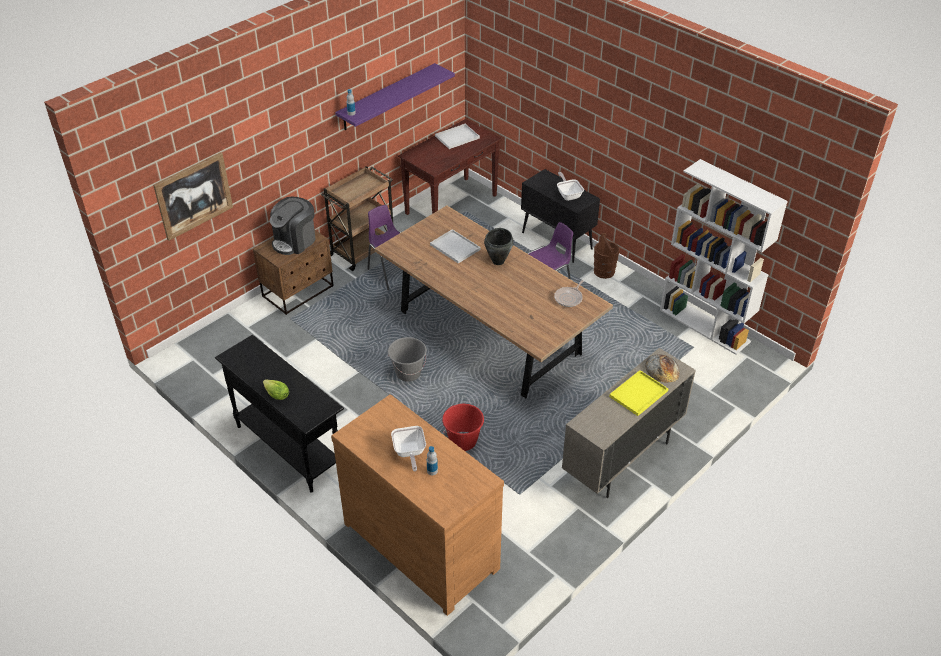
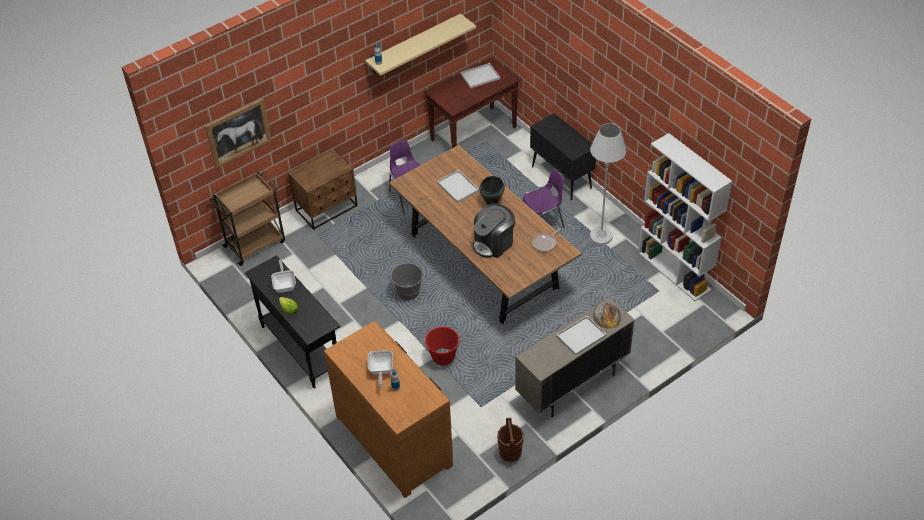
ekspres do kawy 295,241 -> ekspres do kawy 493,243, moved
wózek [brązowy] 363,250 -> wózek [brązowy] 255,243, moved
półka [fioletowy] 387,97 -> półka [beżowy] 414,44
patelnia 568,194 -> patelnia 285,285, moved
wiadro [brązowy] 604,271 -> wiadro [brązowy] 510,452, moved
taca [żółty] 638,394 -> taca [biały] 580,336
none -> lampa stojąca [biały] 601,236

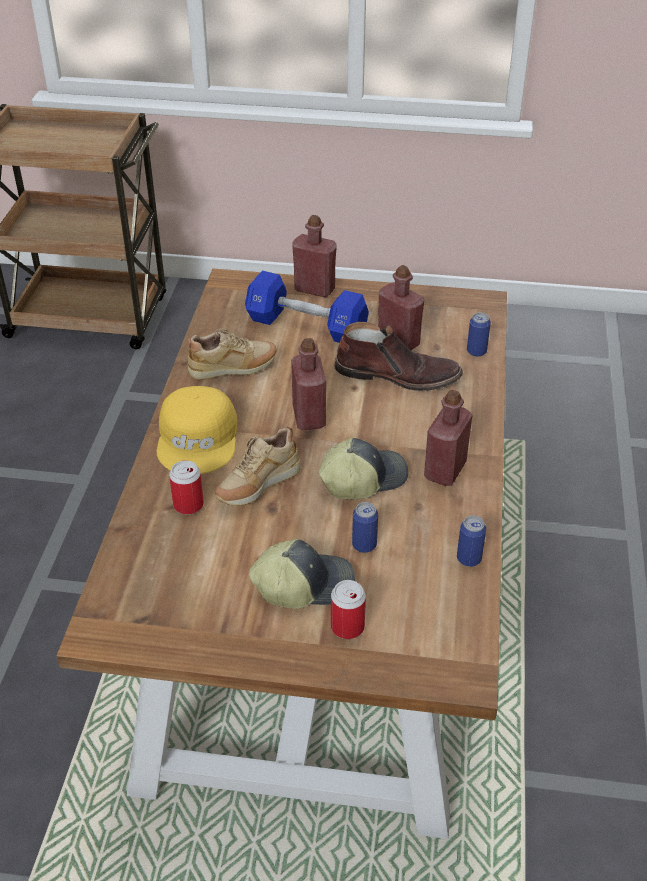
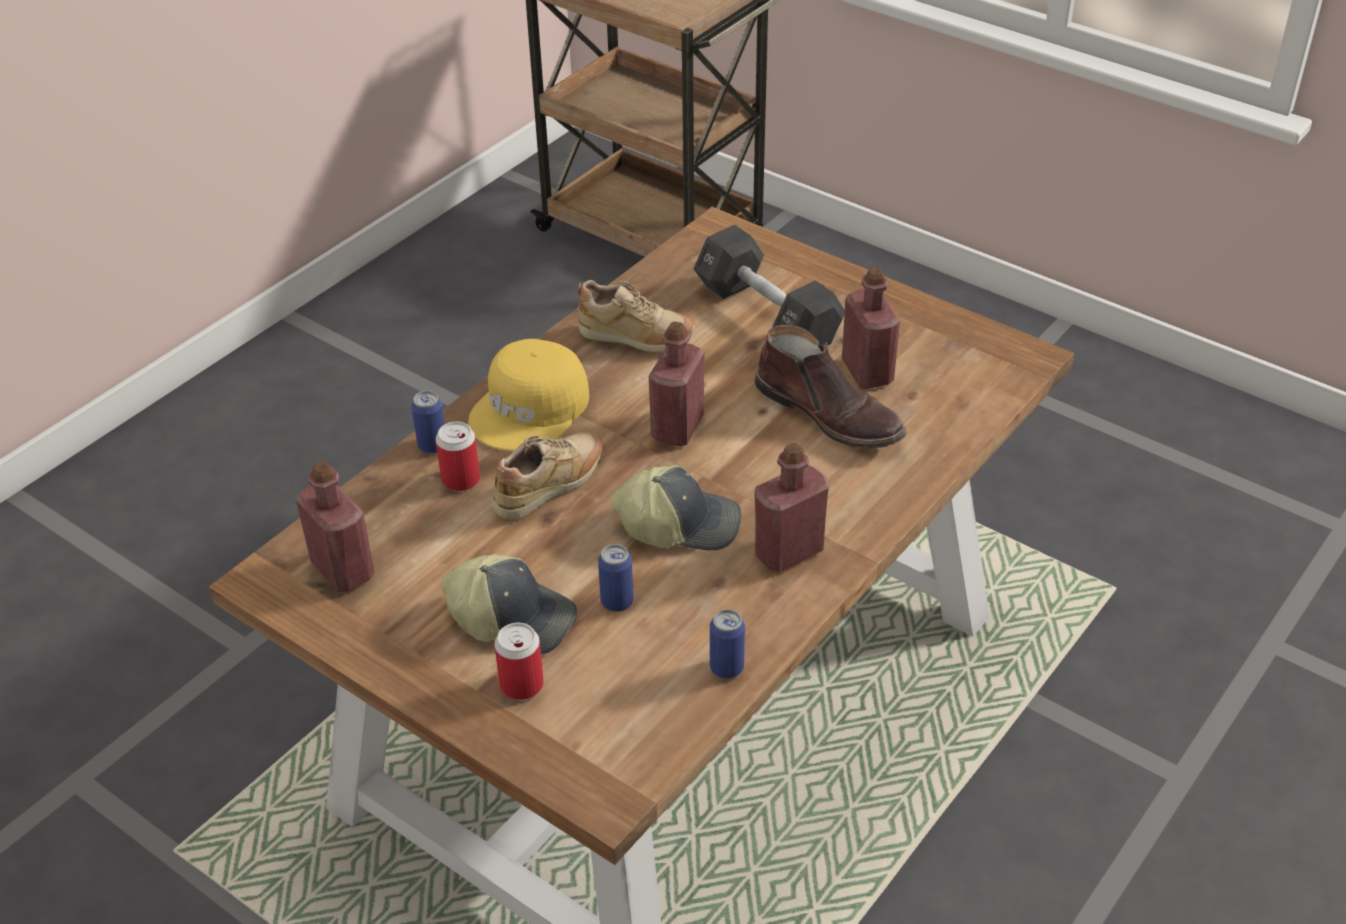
but [beżowy] 257,487 -> but [beżowy] 551,488, 150 degrees clockwise
hantel [niebieski] 306,326 -> hantel [czarny] 767,315
butelka [czerwony] 314,289 -> butelka [czerwony] 343,570, moved
puszka 476,351 -> puszka 432,445, moved

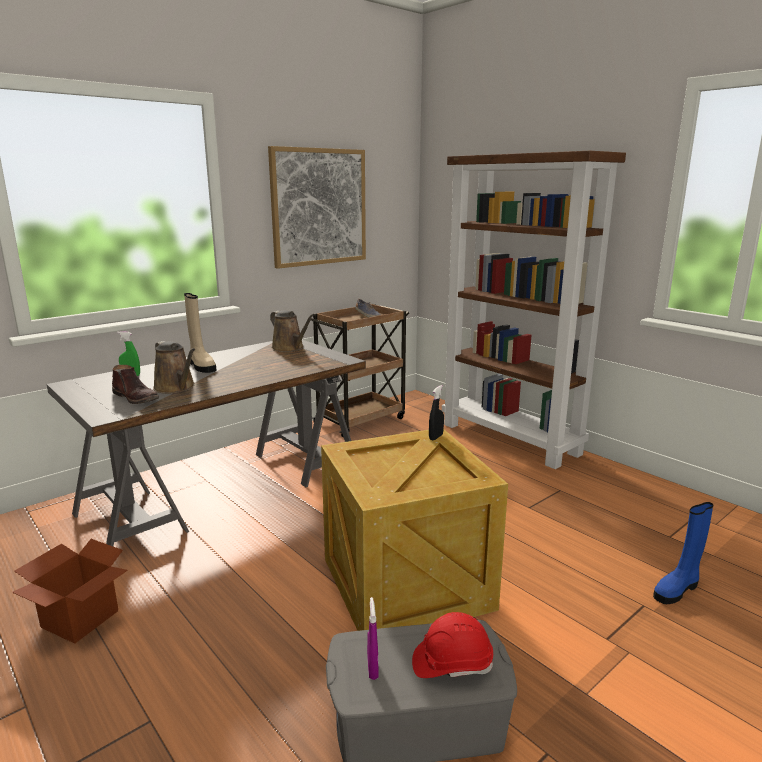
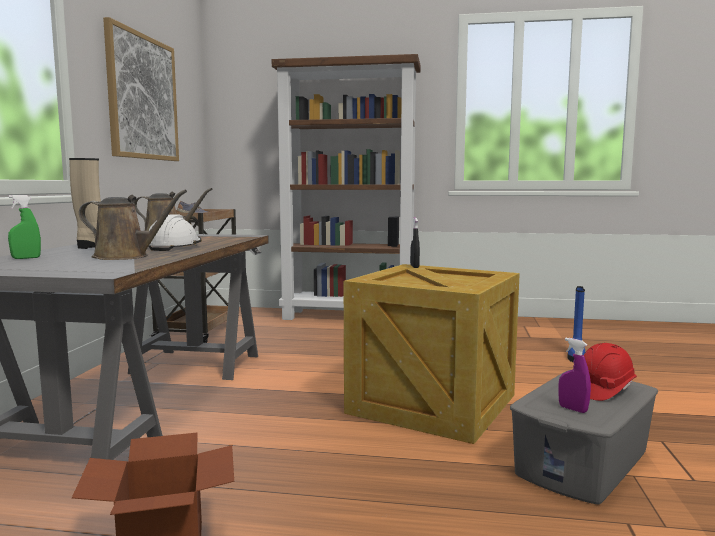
but z cholewką [brązowy] 136,398 -> none
none -> kask [biały] 174,247

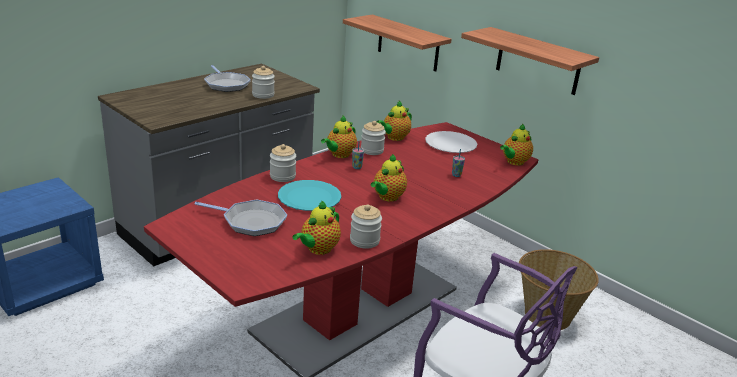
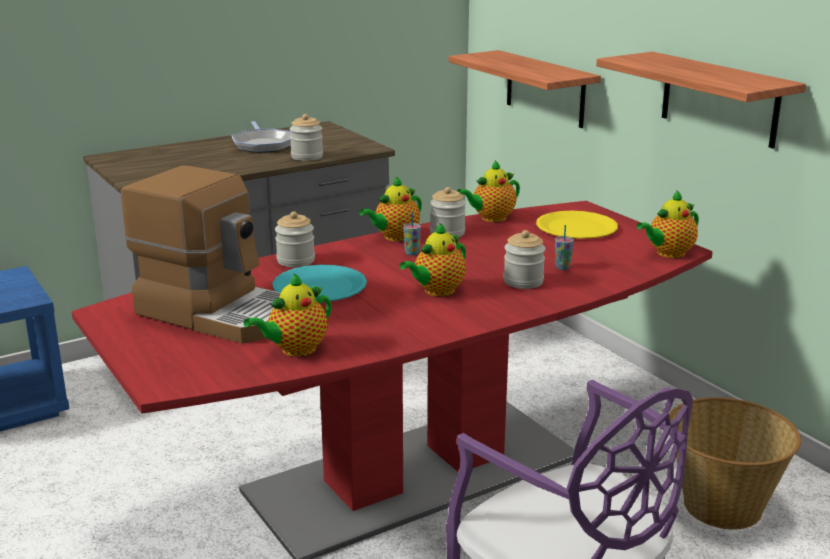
patelnia 251,222 -> ekspres do kawy 219,312
słoik 364,241 -> słoik 523,281, moved
talerz [biały] 451,144 -> talerz [żółty] 576,228

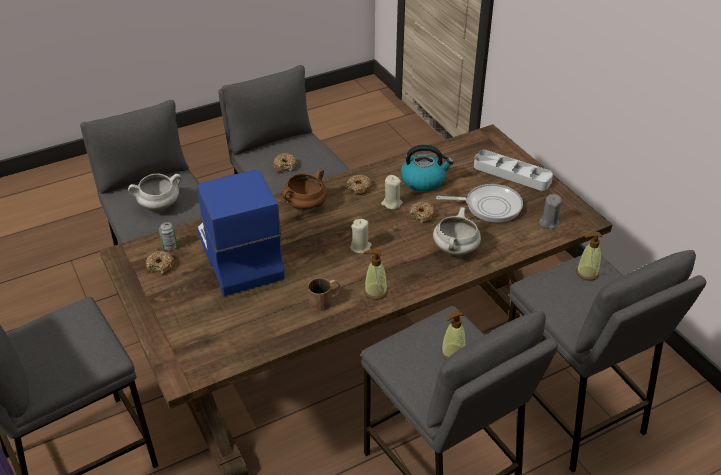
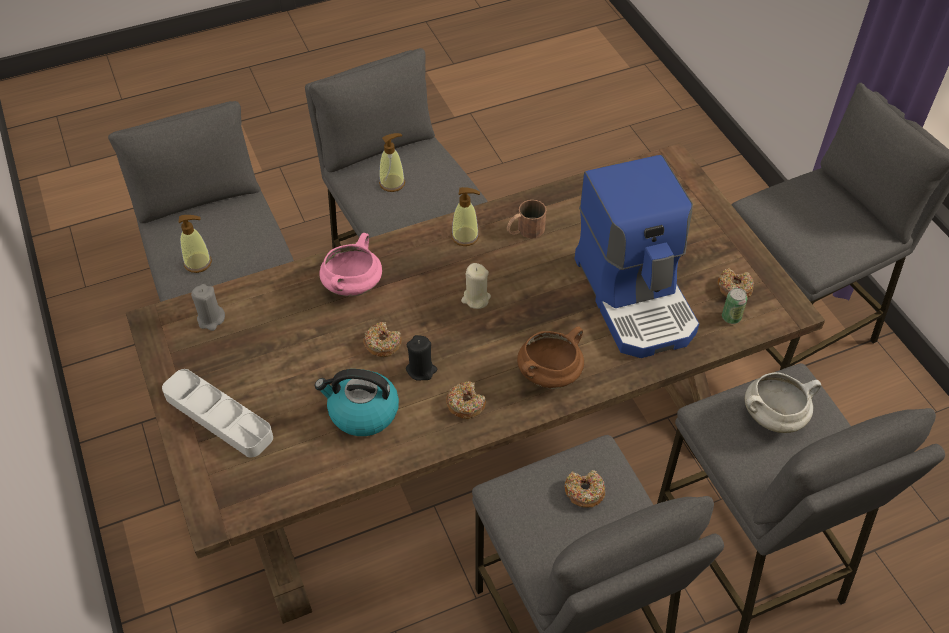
świeca [beżowy] 391,203 -> świeca [czarny] 421,370
garnek [biały] 456,250 -> garnek [różowy] 352,285
patelnia 489,206 -> none

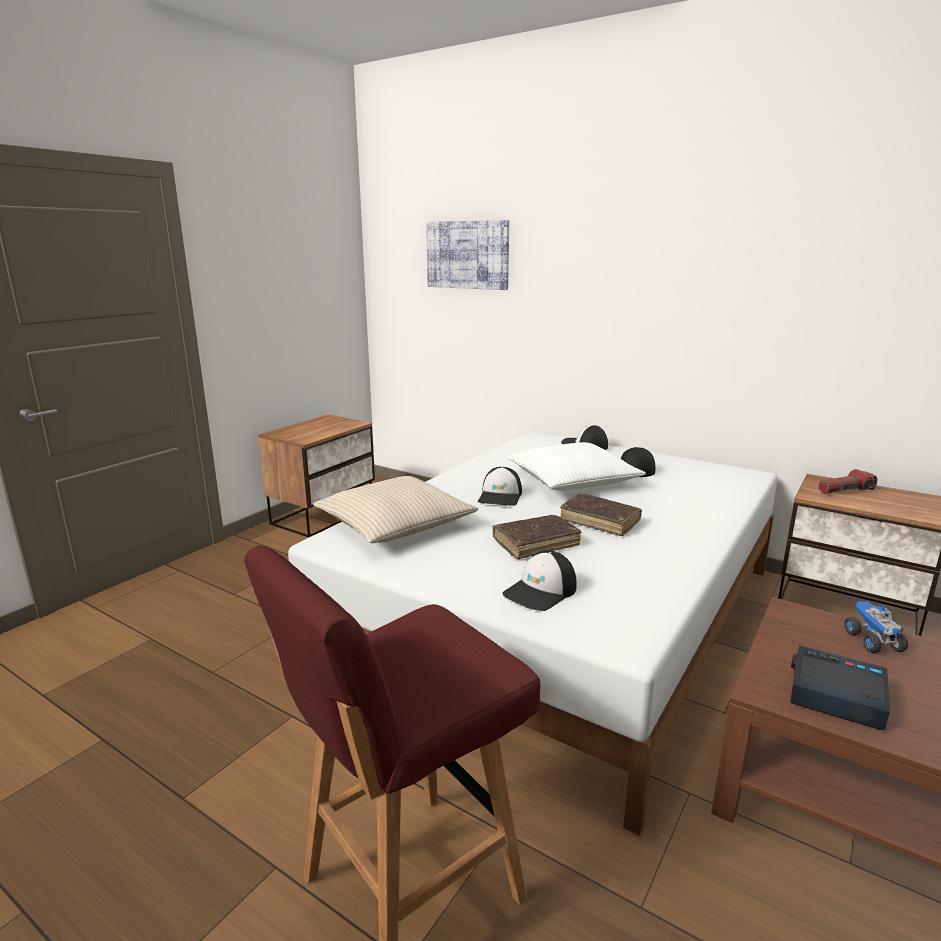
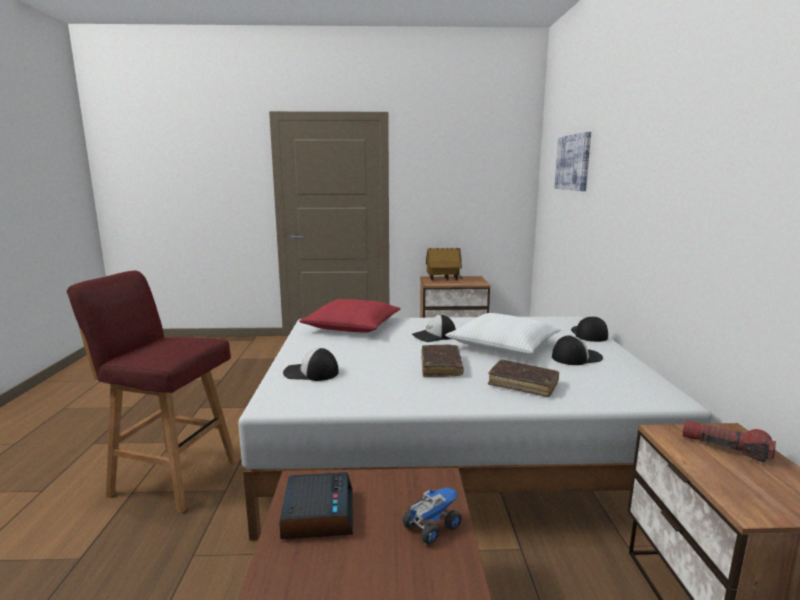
poduszka [beżowy] 394,524 -> poduszka [czerwony] 352,326
książka [brązowy] 536,543 -> książka [brązowy] 523,384, moved
none -> domek 443,279

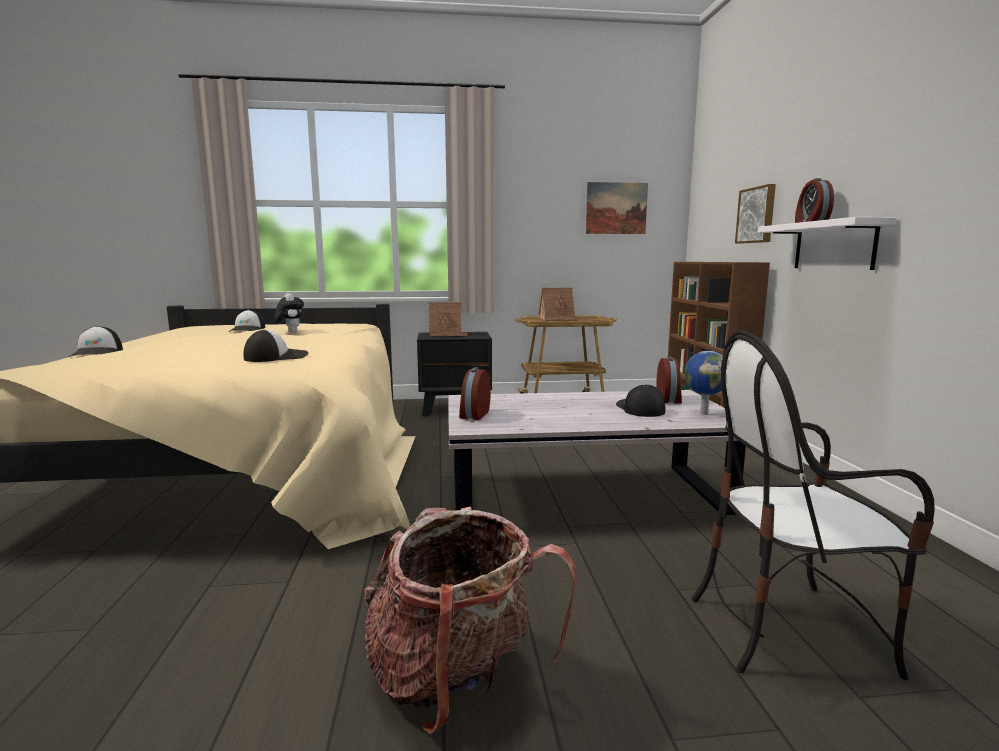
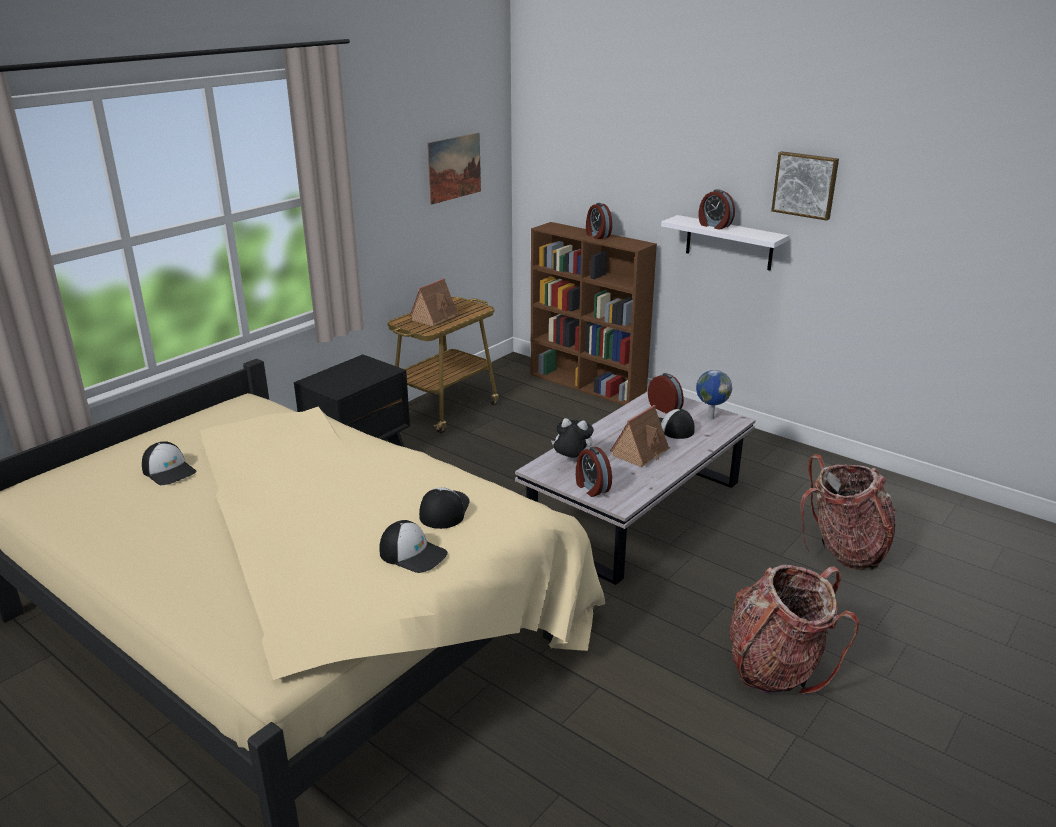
czapka z daszkiem 97,353 -> czapka z daszkiem 413,554, moved
pluszak 290,332 -> pluszak 571,461, moved
domek 448,334 -> domek 640,452, moved
krzesło 788,629 -> plecak 844,550
obraz 757,215 -> obraz 805,185, moved
none -> budzik 597,235

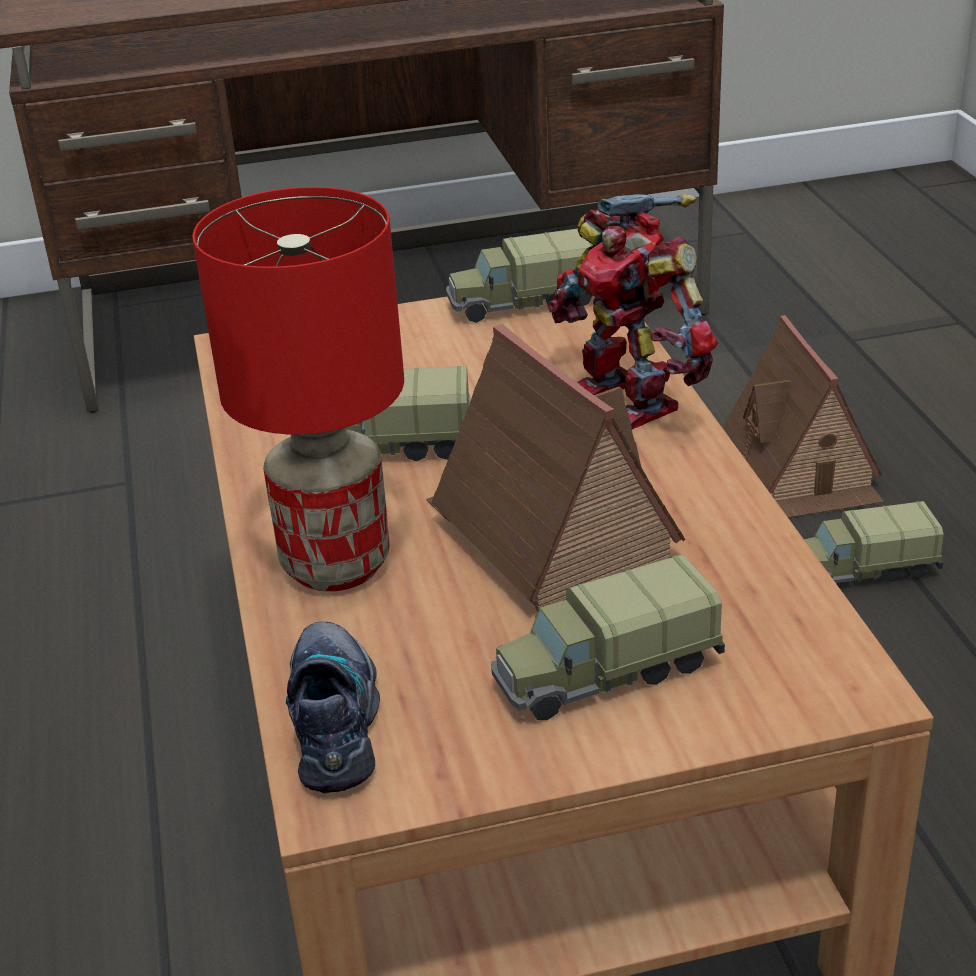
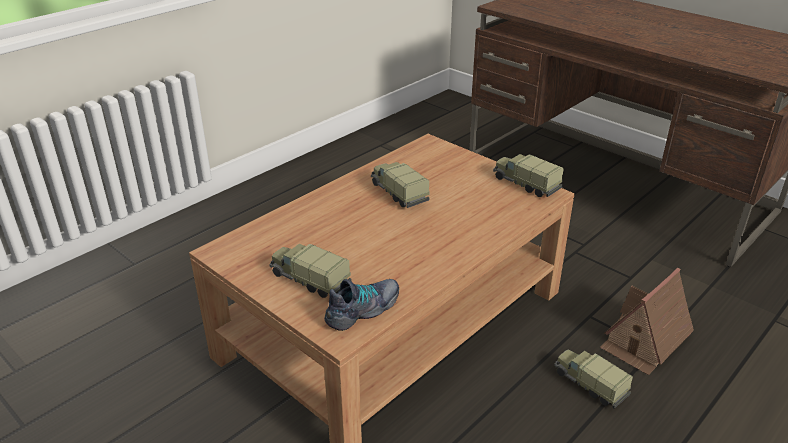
lampa stołowa [czerwony] 338,565 -> none
but 336,718 -> but 364,310, moved
domek 547,532 -> none
robot zabawkowy 629,399 -> none

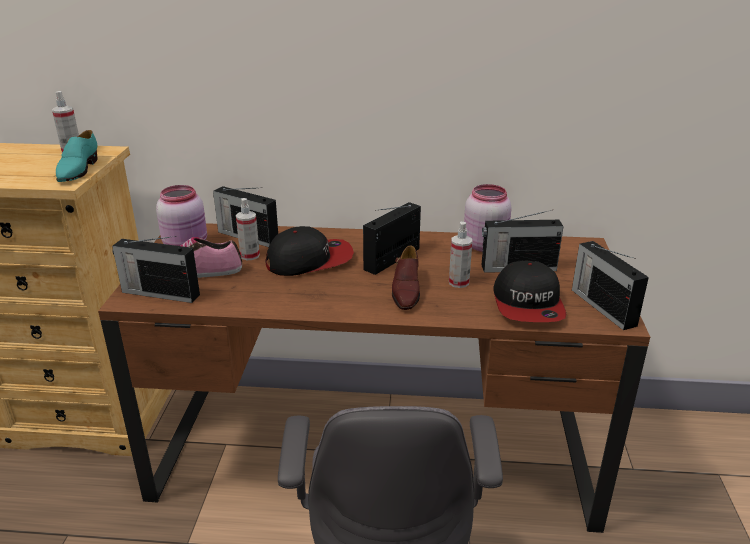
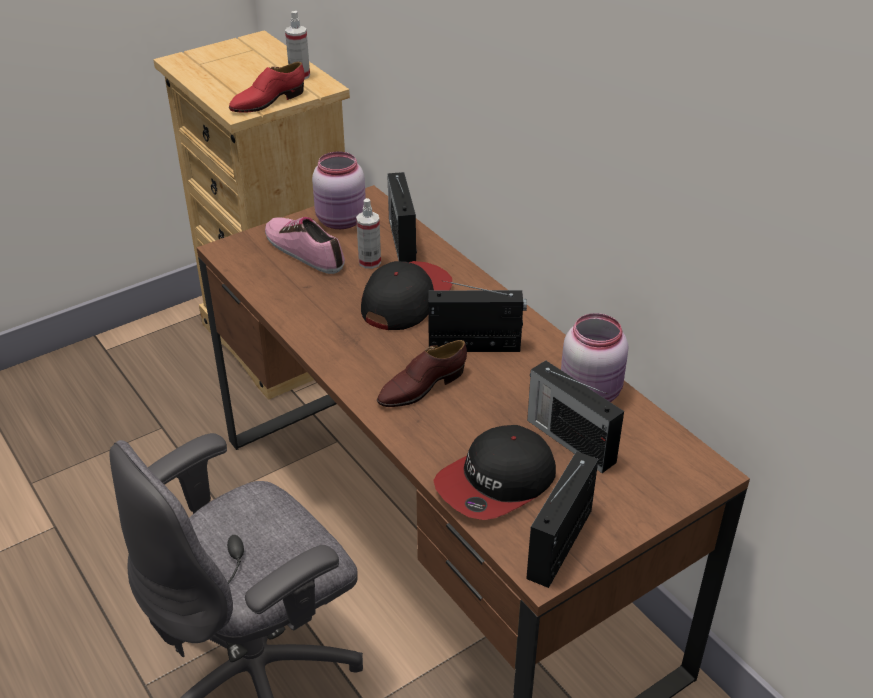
but [turkusowy] 78,170 -> but [czerwony] 267,101
radio 159,293 -> none
czapka z daszkiem 310,260 -> czapka z daszkiem 405,299, 90 degrees counterclockwise
spryskiwacz 458,282 -> none

